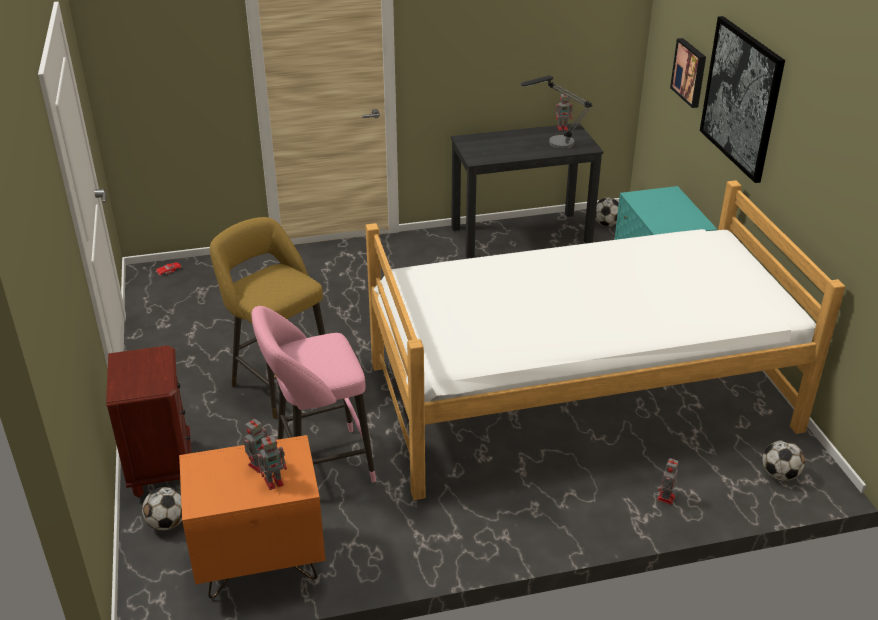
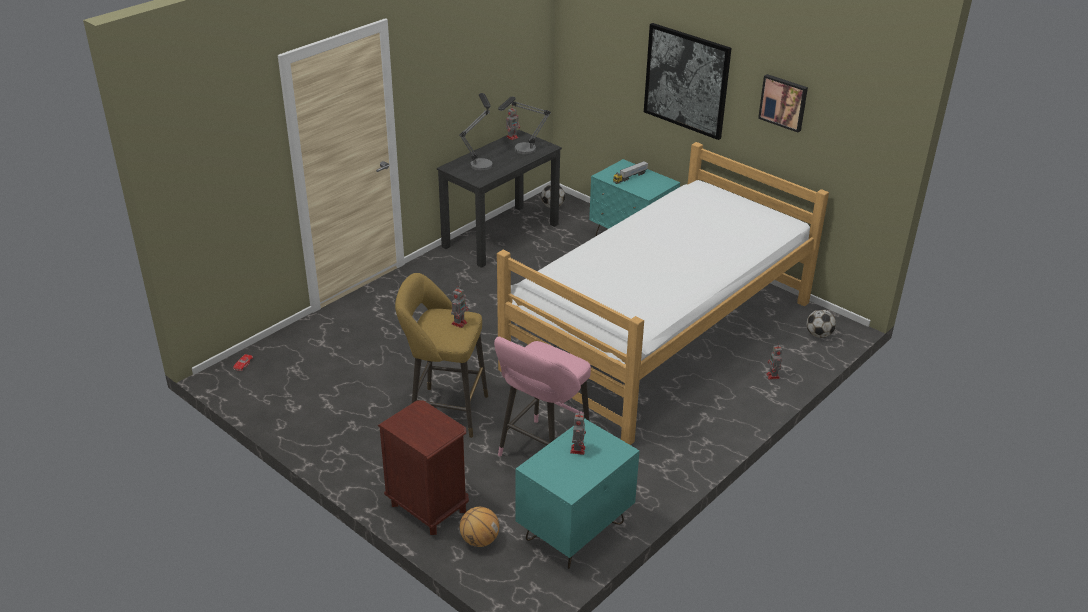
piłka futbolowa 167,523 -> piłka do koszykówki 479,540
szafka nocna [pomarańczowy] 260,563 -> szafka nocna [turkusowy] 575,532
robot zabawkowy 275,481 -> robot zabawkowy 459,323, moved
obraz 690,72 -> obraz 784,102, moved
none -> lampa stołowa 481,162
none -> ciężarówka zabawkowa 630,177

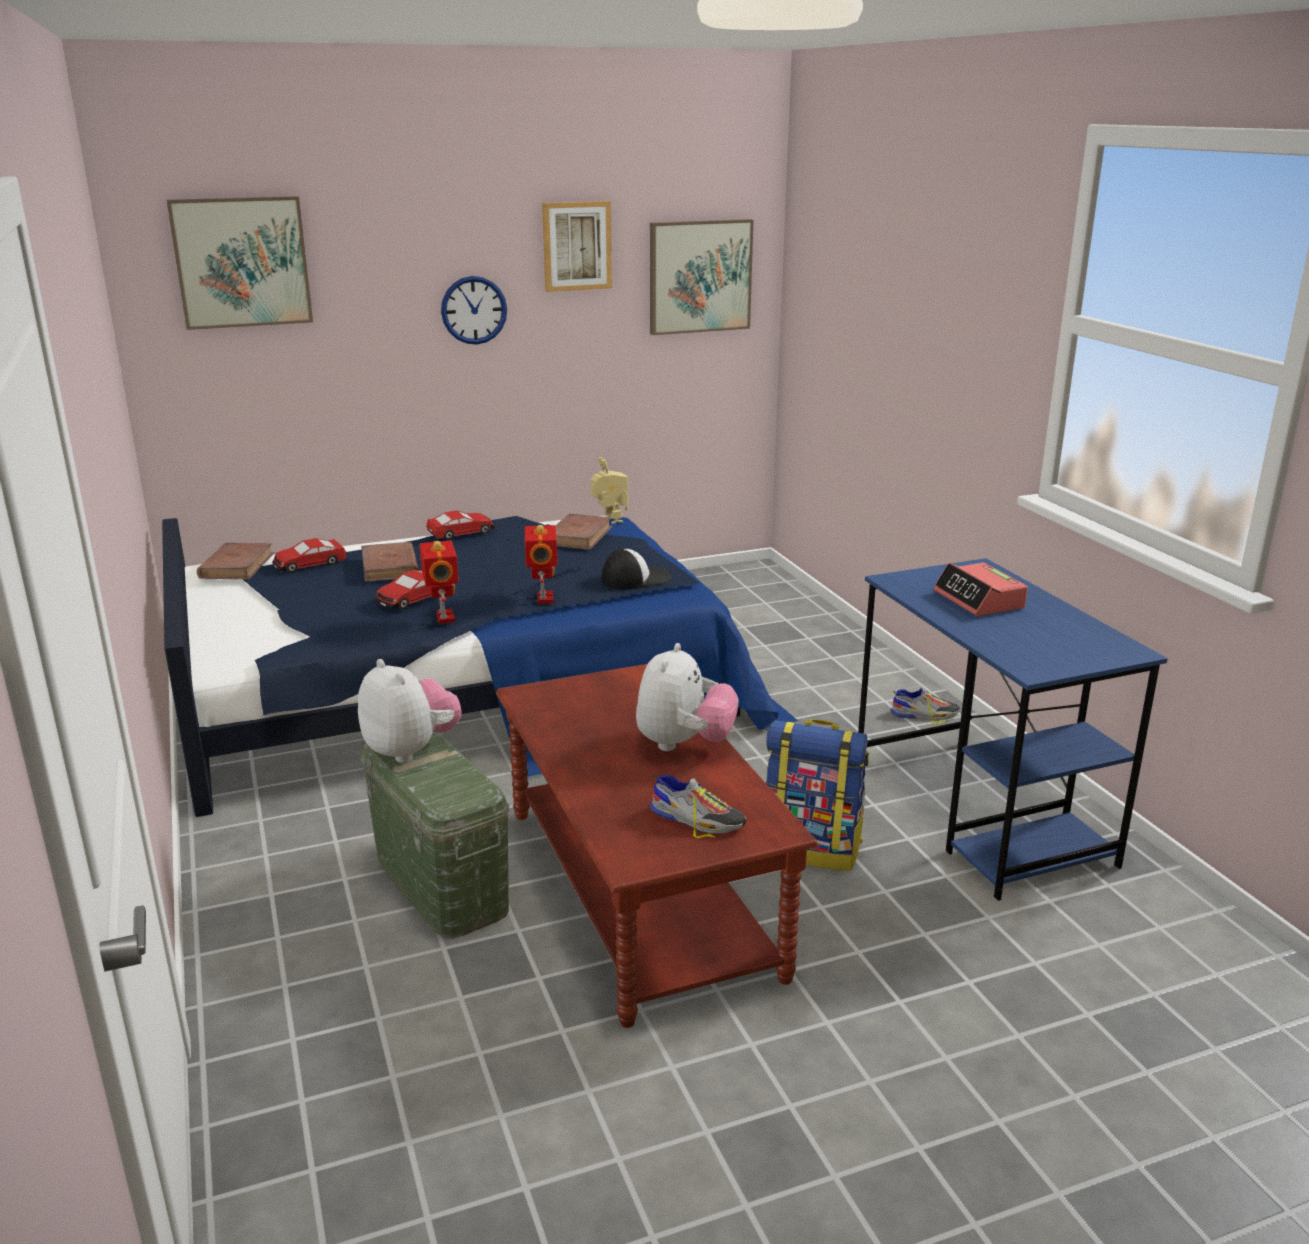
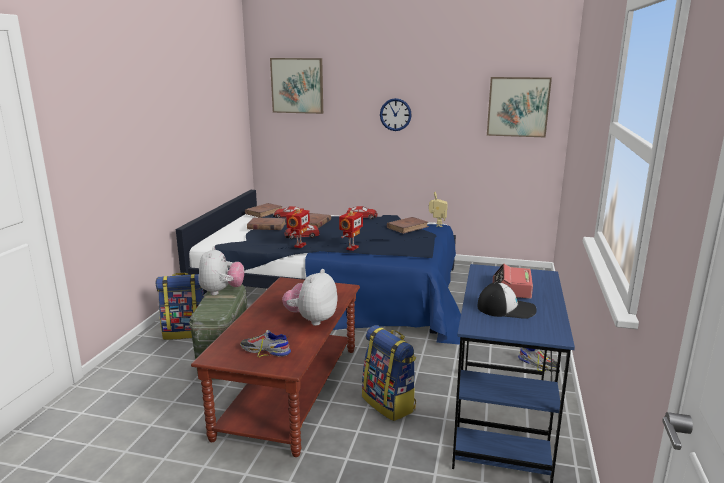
obraz 576,246 -> none
czapka z daszkiem 635,578 -> czapka z daszkiem 506,308, moved
pluszak 684,744 -> pluszak 312,320, 150 degrees clockwise
but 697,819 -> but 265,350, 135 degrees clockwise
none -> plecak 186,332
none -> książka [brązowy] 266,226

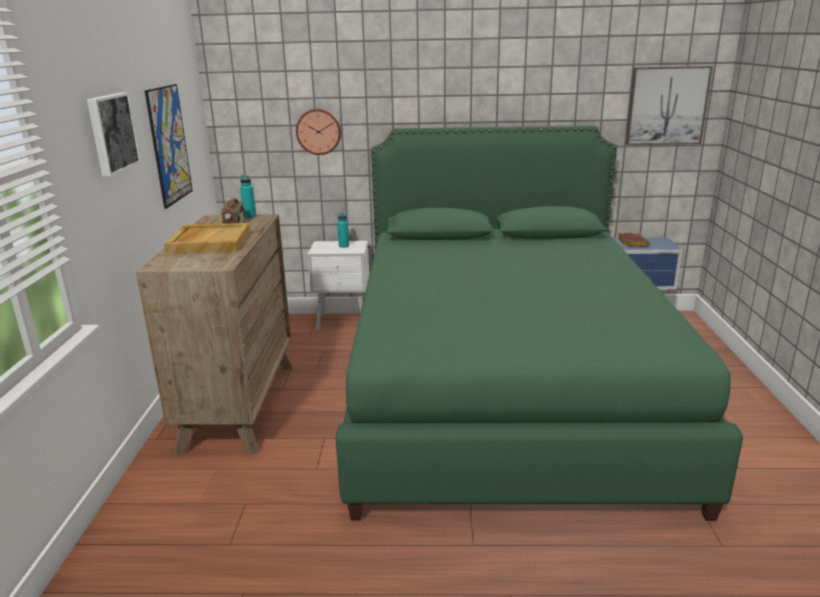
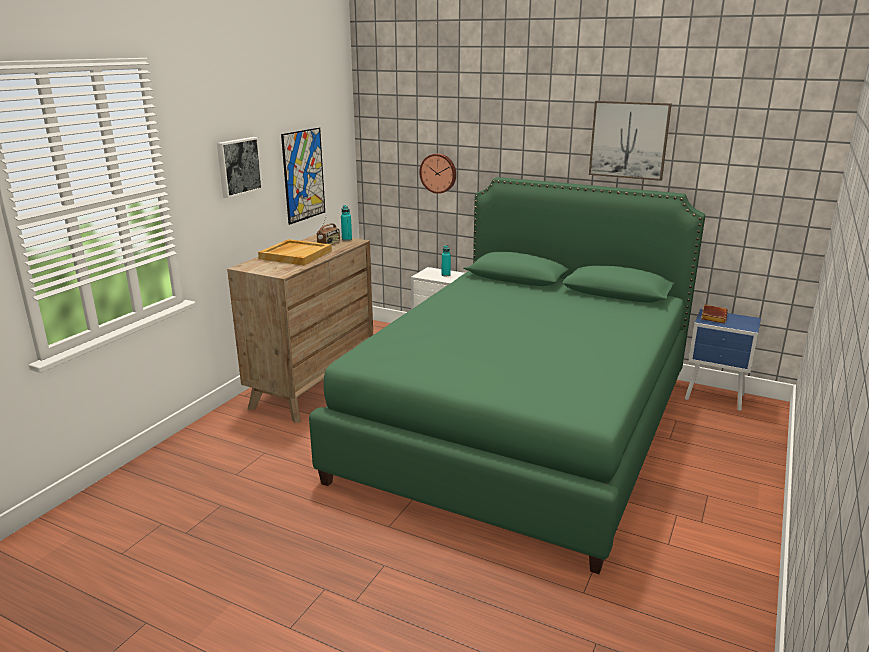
obraz 667,106 -> obraz 629,140, moved

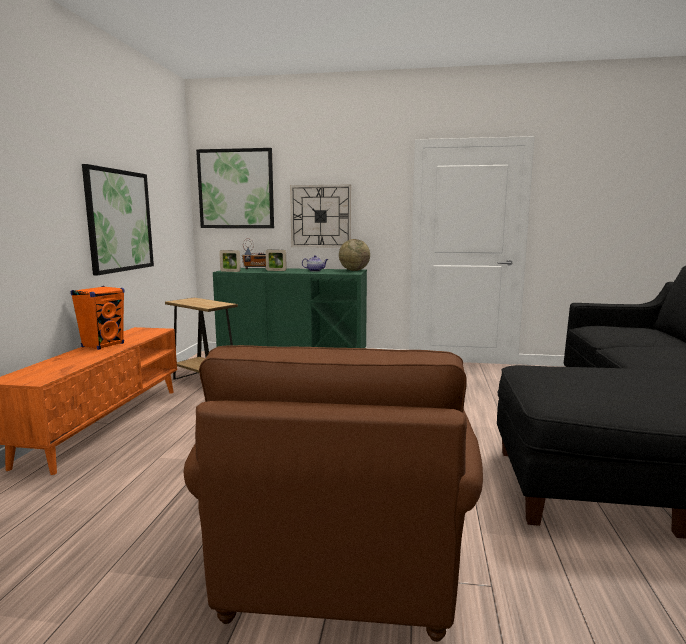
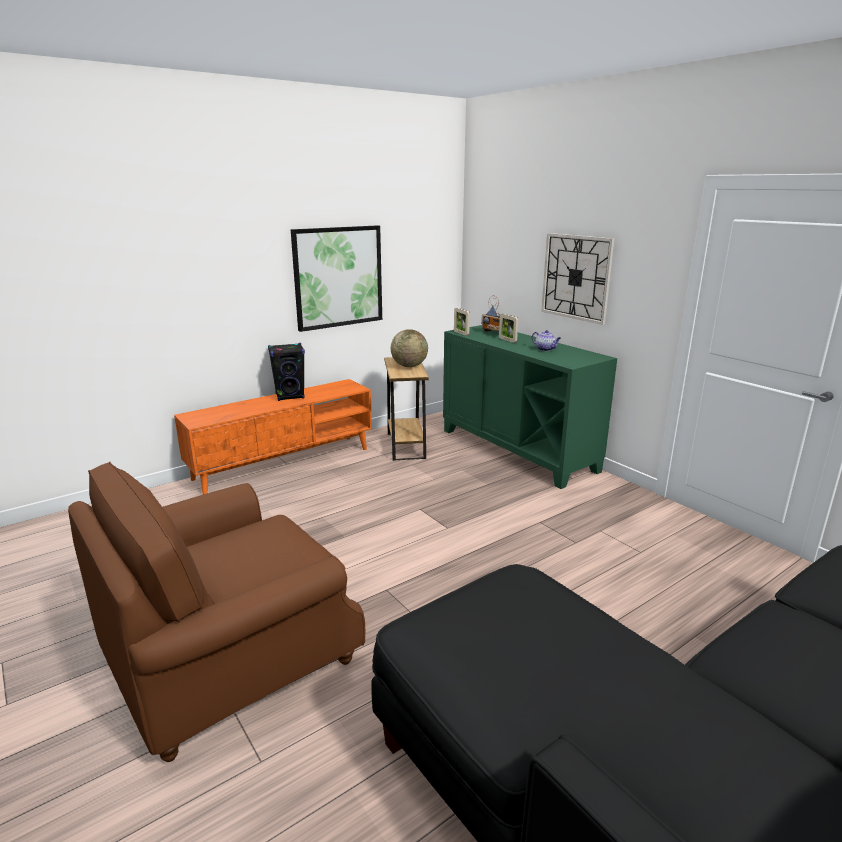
głośnik [pomarańczowy] 103,345 -> głośnik [czarny] 290,396
obraz 236,189 -> none
globus 354,270 -> globus 409,366, moved

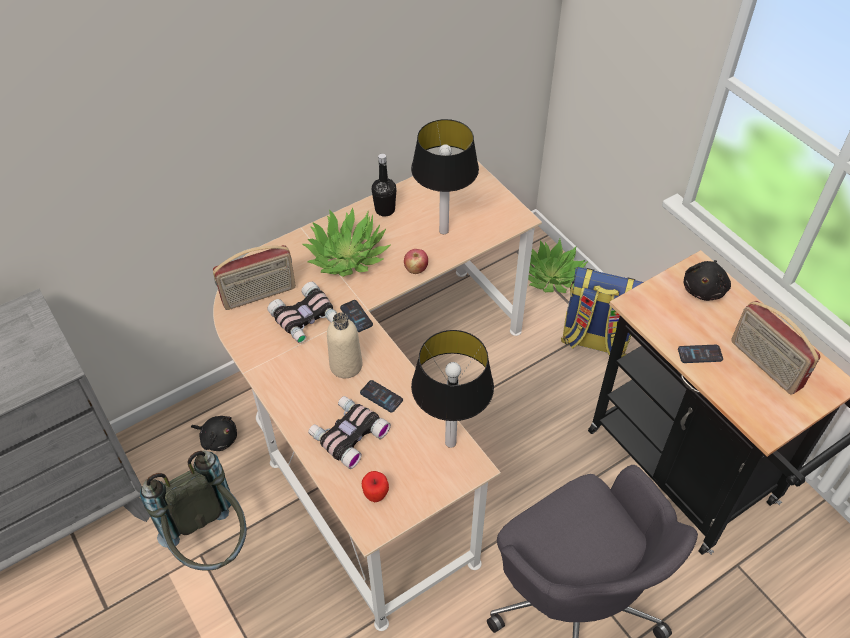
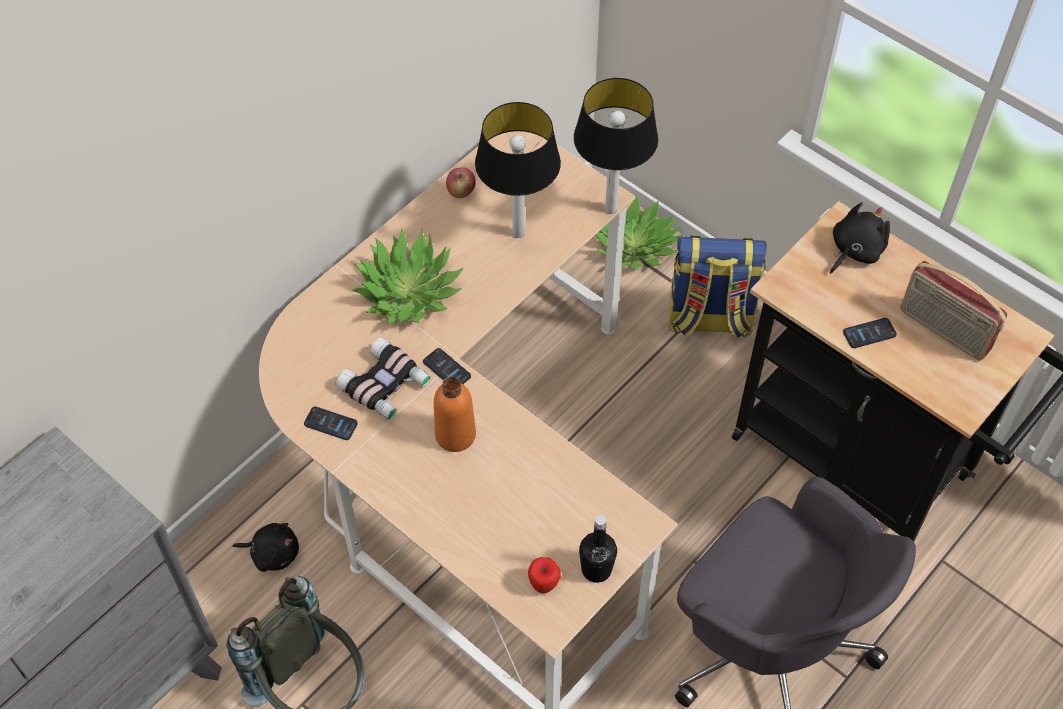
radio 259,295 -> none
lornetka 348,434 -> none
butelka [beżowy] 346,365 -> butelka [pomarańczowy] 455,435
telefon 381,396 -> telefon 330,424, moved
butelka [czarny] 385,210 -> butelka [czarny] 596,569, moved
jabłko 416,269 -> jabłko 461,192, moved
lampa stołowa 451,443 -> lampa stołowa 611,209, moved
pluszak [czarny] 704,289 -> pluszak [czarny] 854,250, 150 degrees counterclockwise

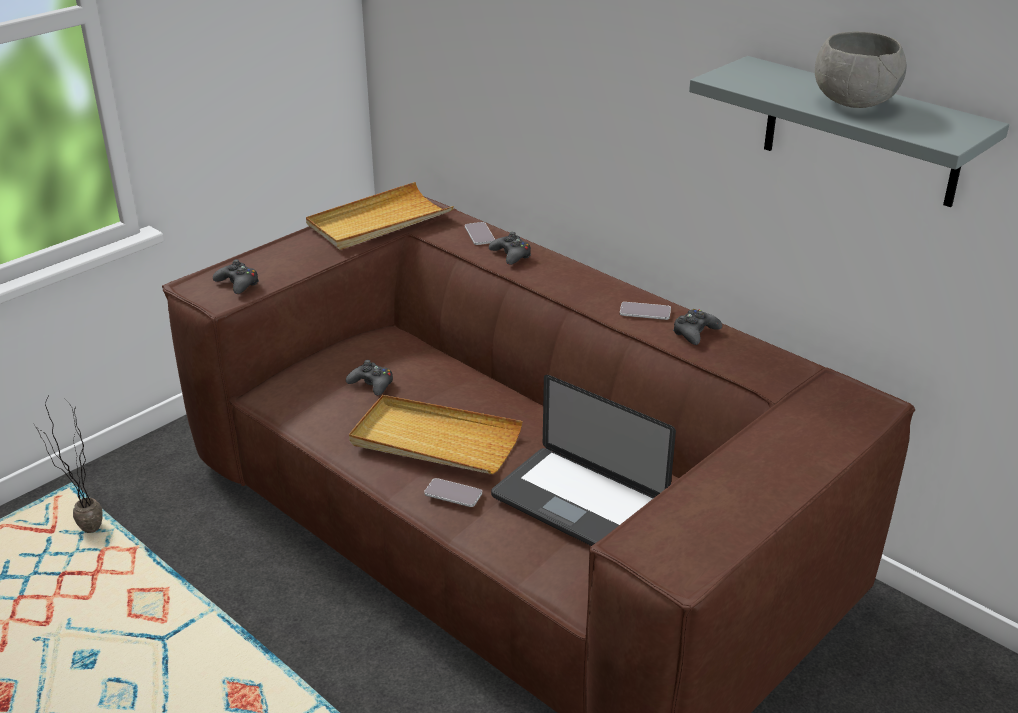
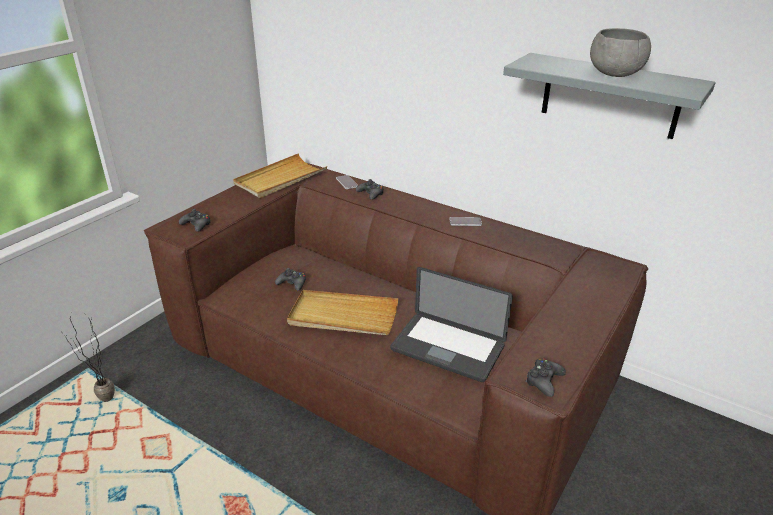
telefon 453,494 -> none
pad do gier [czarny] 695,333 -> pad do gier [czarny] 544,381, moved

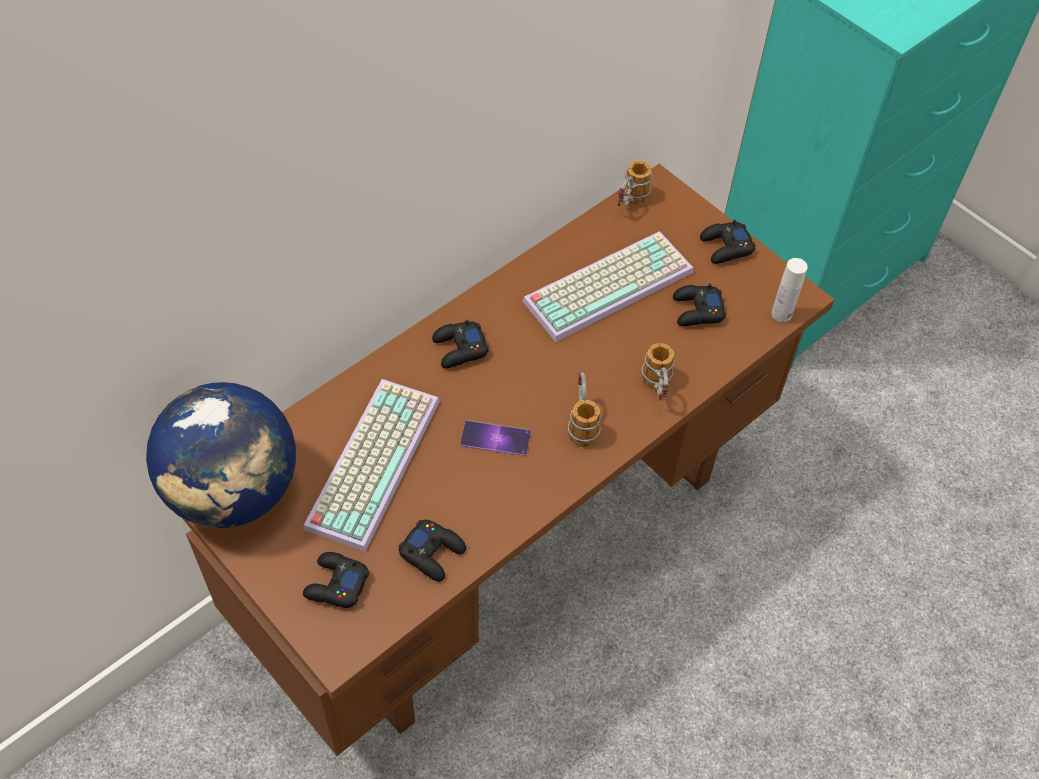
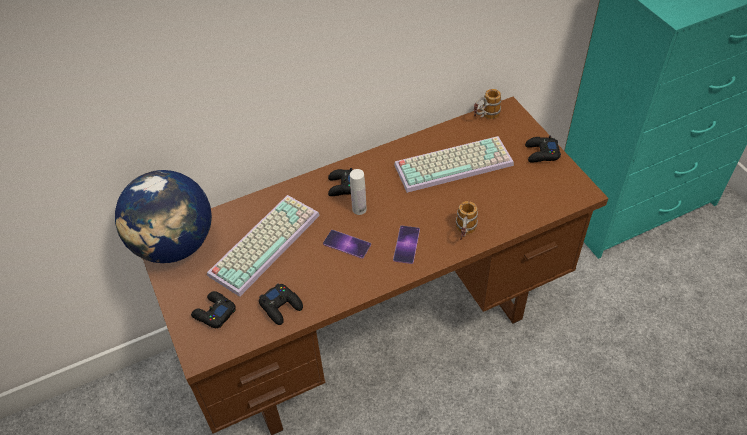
kubek 581,422 -> telefon 406,244
pad do gier [czarny] 697,310 -> none
butelka [biały] 781,314 -> butelka [biały] 359,209, moved

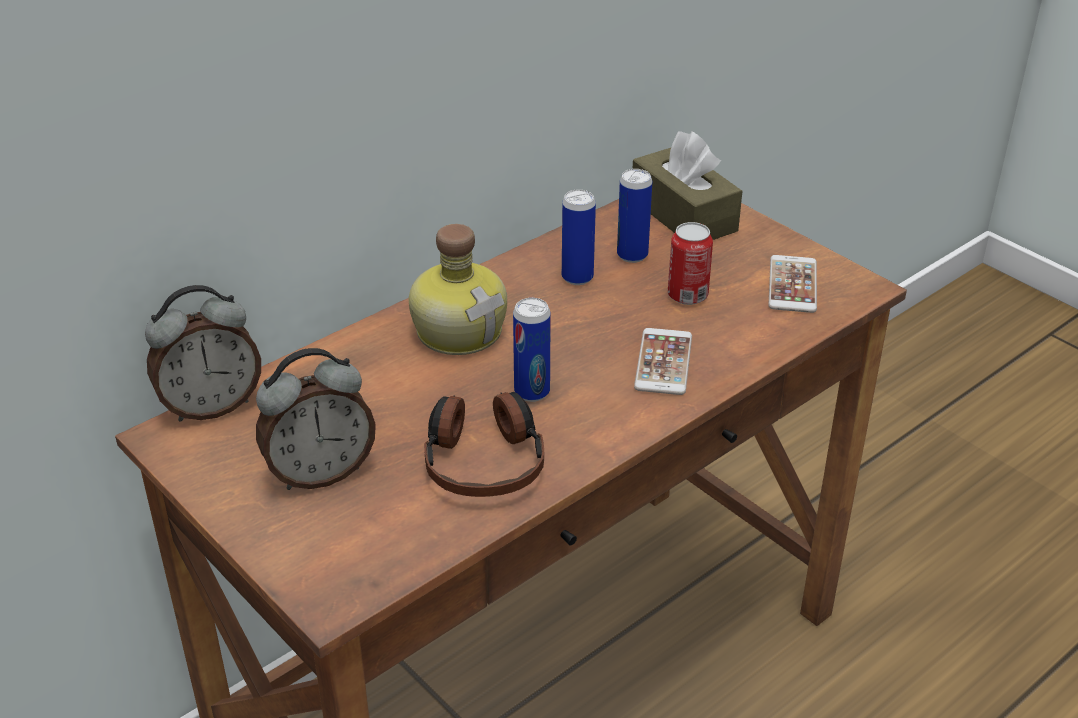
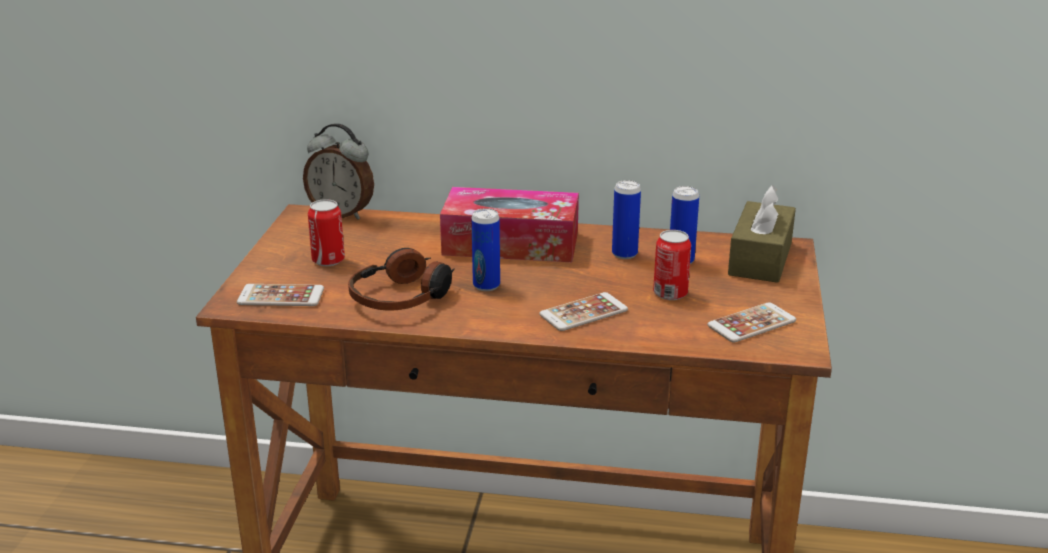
budzik 320,473 -> puszka 328,260
butelka 460,330 -> pudełko chusteczek 510,243
none -> telefon 281,296

